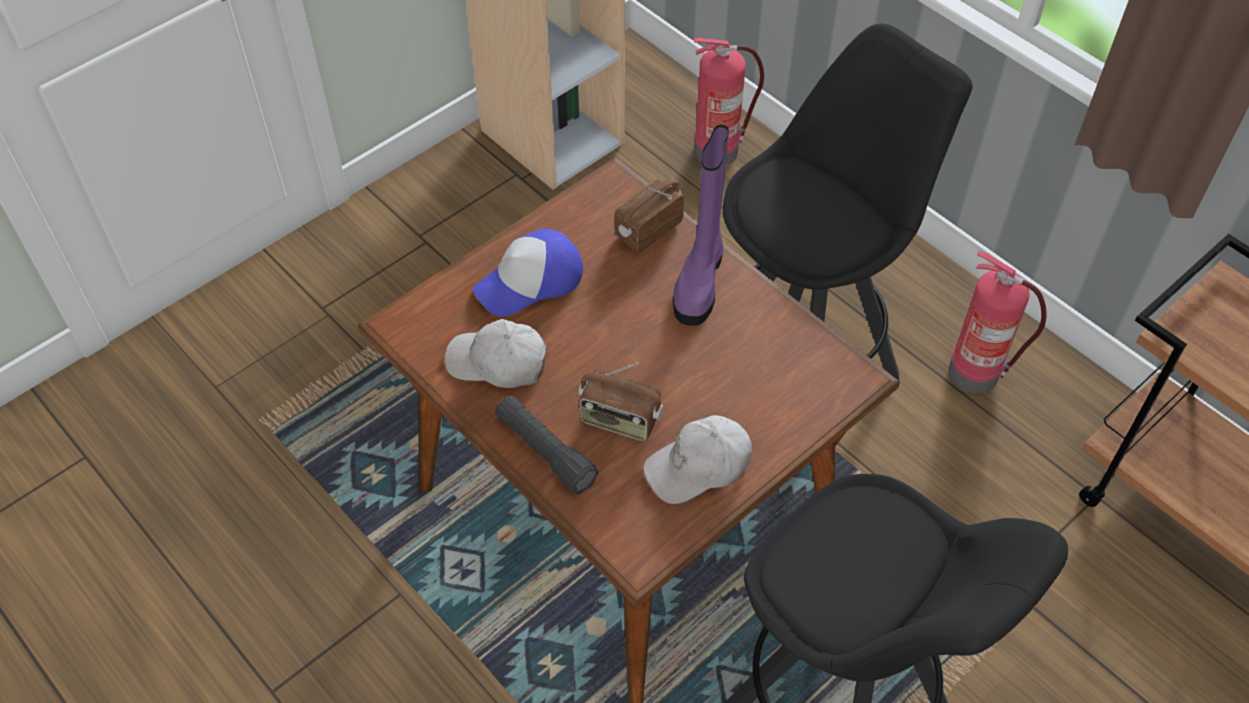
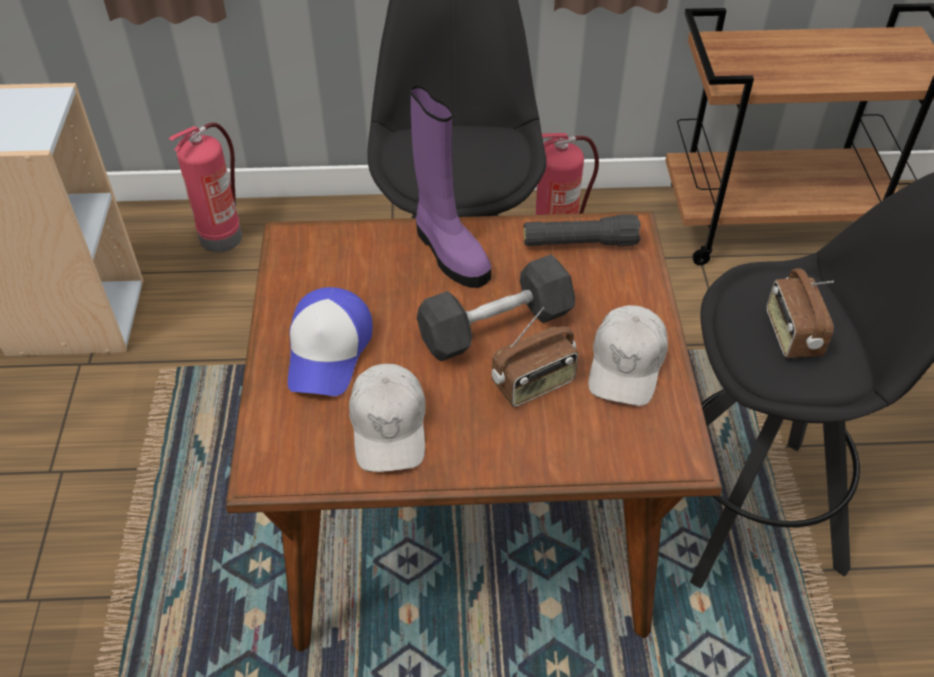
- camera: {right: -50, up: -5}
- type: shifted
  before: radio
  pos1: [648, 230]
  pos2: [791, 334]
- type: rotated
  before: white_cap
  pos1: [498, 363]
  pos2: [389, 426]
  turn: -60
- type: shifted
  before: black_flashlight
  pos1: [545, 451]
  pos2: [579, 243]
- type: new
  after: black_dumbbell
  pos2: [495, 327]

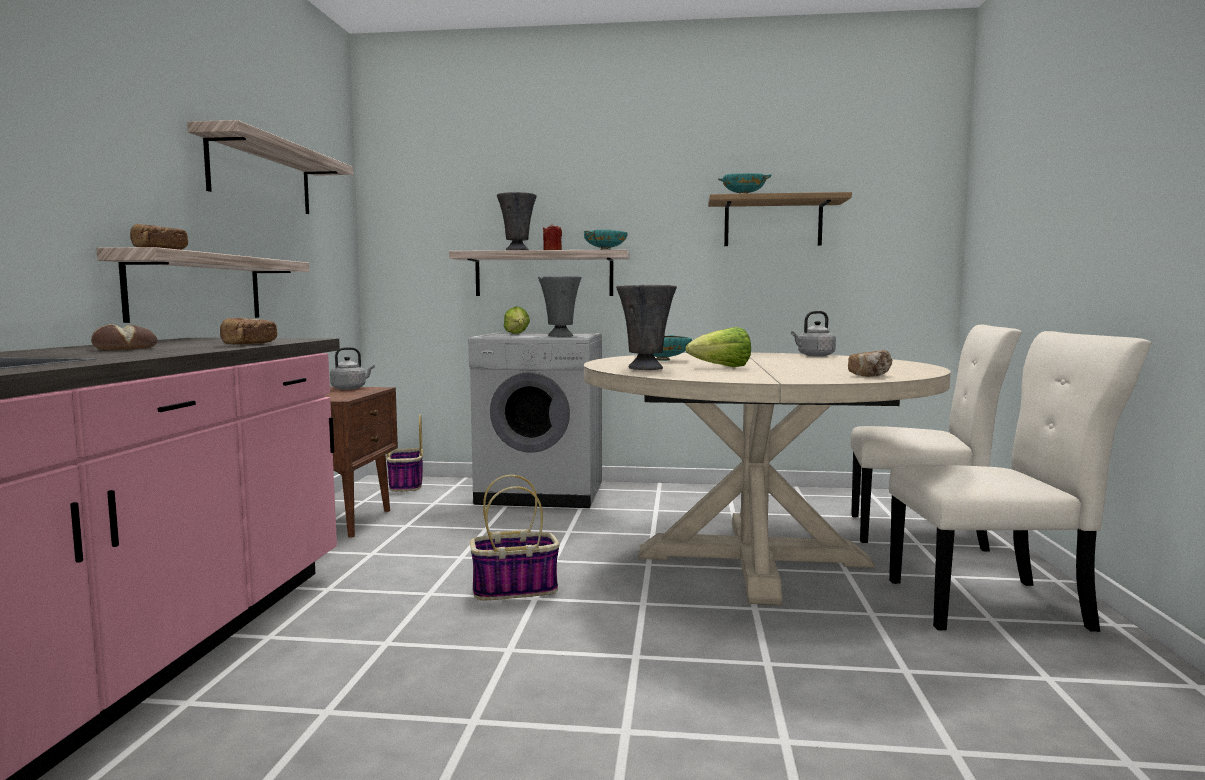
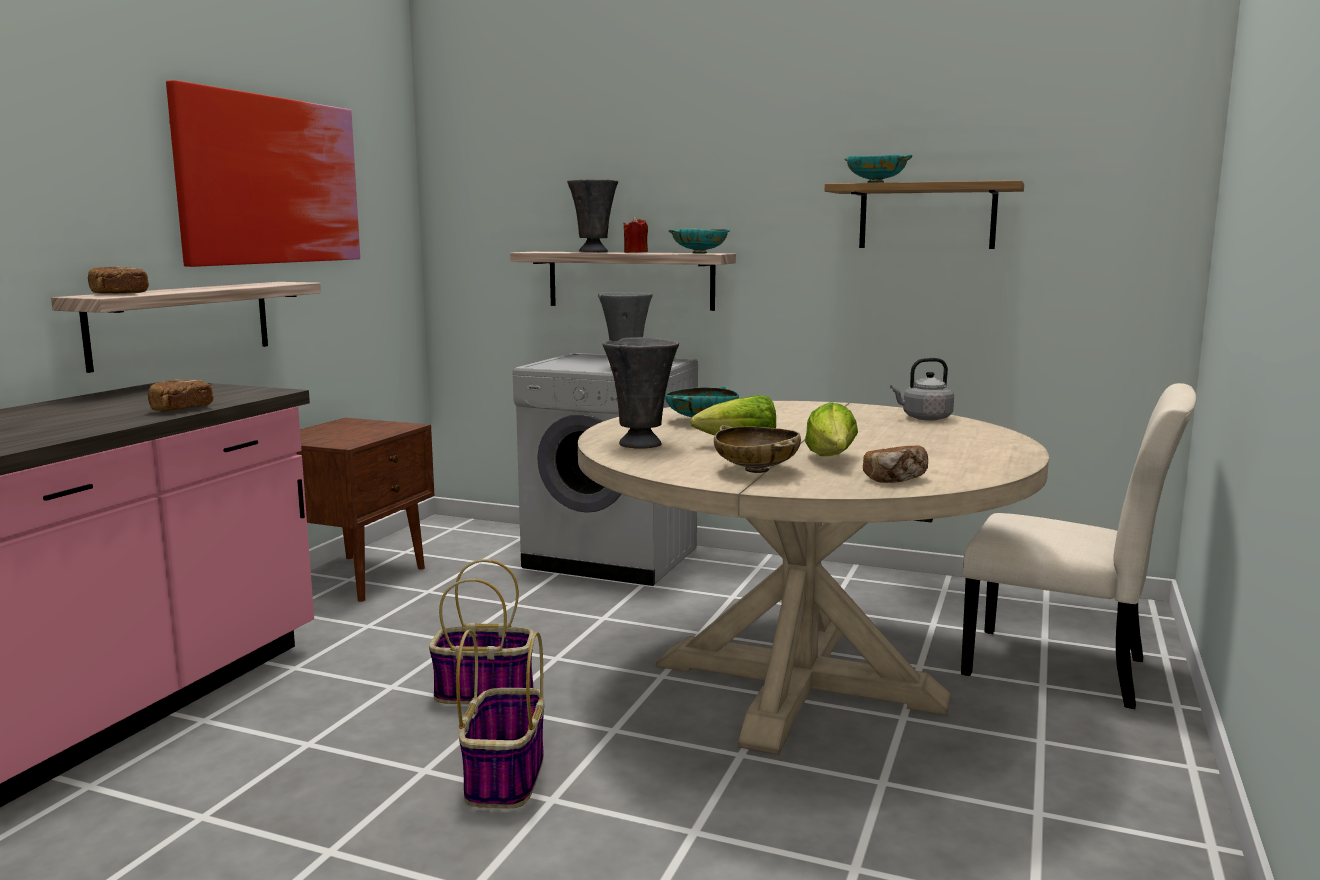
- camera: {right: 15, up: 5}
- type: swapped
  before: shelf
  after: picture
  pos1: [261, 175]
  pos2: [270, 181]
- type: shifted
  before: lettuce
  pos1: [517, 334]
  pos2: [831, 460]
- type: gone
  before: bread
  pos1: [125, 348]
- type: gone
  before: beige_chair
  pos1: [995, 605]
- type: gone
  before: grey_kettle
  pos1: [350, 388]
- type: shifted
  before: basket
  pos1: [406, 484]
  pos2: [505, 776]
- type: new
  after: beige_bowl
  pos2: [756, 470]

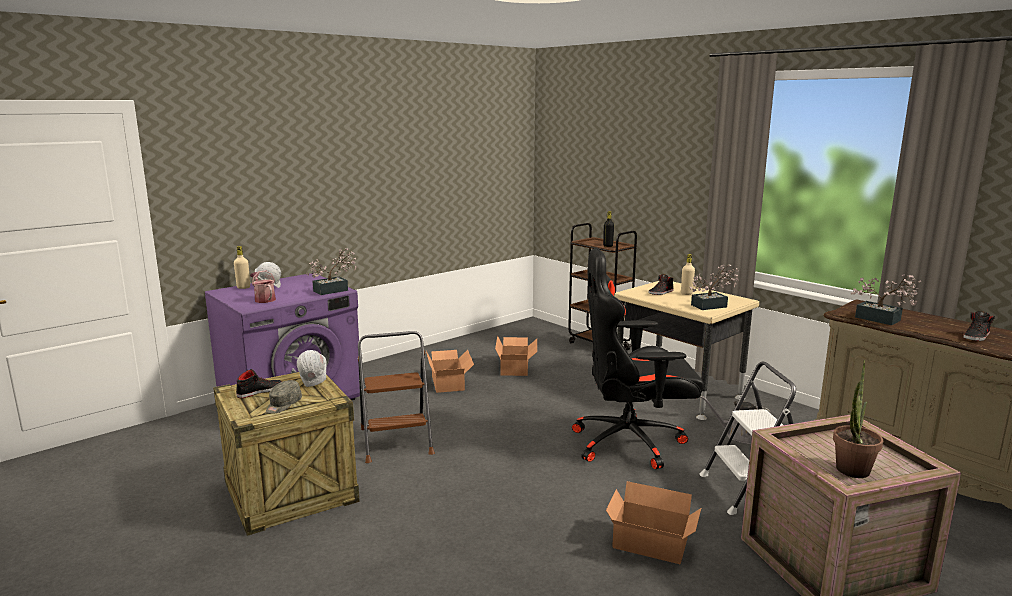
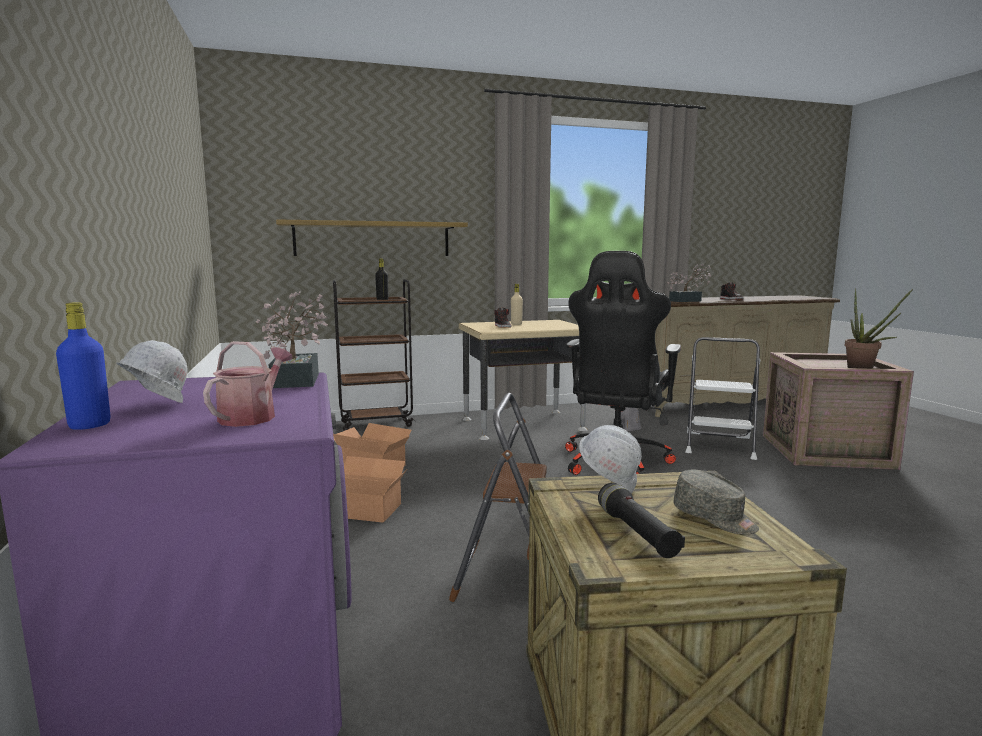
- camera: {right: -65, up: -5}
- type: repainted
  before: beige_bottle
  after: blue_bottle
  pos1: [243, 287]
  pos2: [90, 425]
- type: gone
  before: potted_plant
  pos1: [712, 306]
- type: rotated
  before: watering_can
  pos1: [264, 299]
  pos2: [252, 416]
  turn: 120
- type: swapped
  before: black_shoe
  after: black_flashlight
  pos1: [259, 391]
  pos2: [636, 533]
- type: gone
  before: cardboard_box
  pos1: [651, 545]
- type: new
  after: shelf
  pos2: [373, 239]

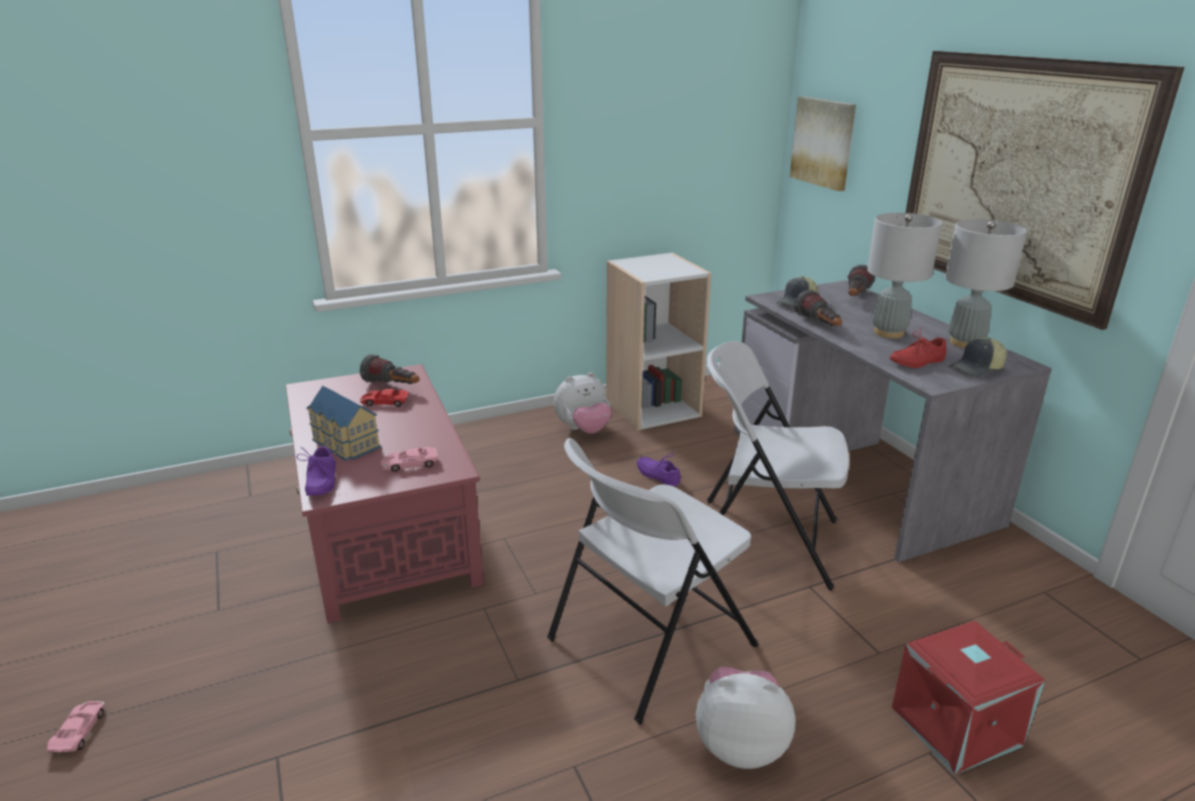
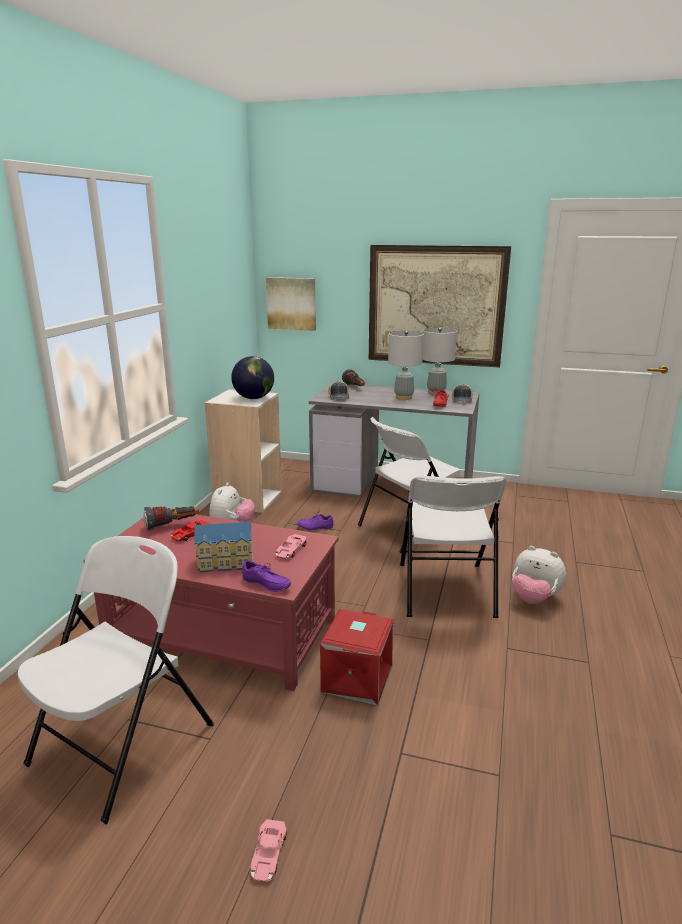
- camera: {right: -50, up: -5}
- type: gone
  before: flashlight
  pos1: [819, 326]
- type: shifted
  before: red_storage_box
  pos1: [954, 724]
  pos2: [356, 678]
- type: rotated
  before: plush_toy
  pos1: [740, 744]
  pos2: [534, 599]
  turn: -105
- type: rotated
  before: pink_toy_car
  pos1: [79, 730]
  pos2: [268, 854]
  turn: -120
- type: new
  after: globe
  pos2: [254, 398]
- type: new
  after: white_chair
  pos2: [123, 744]

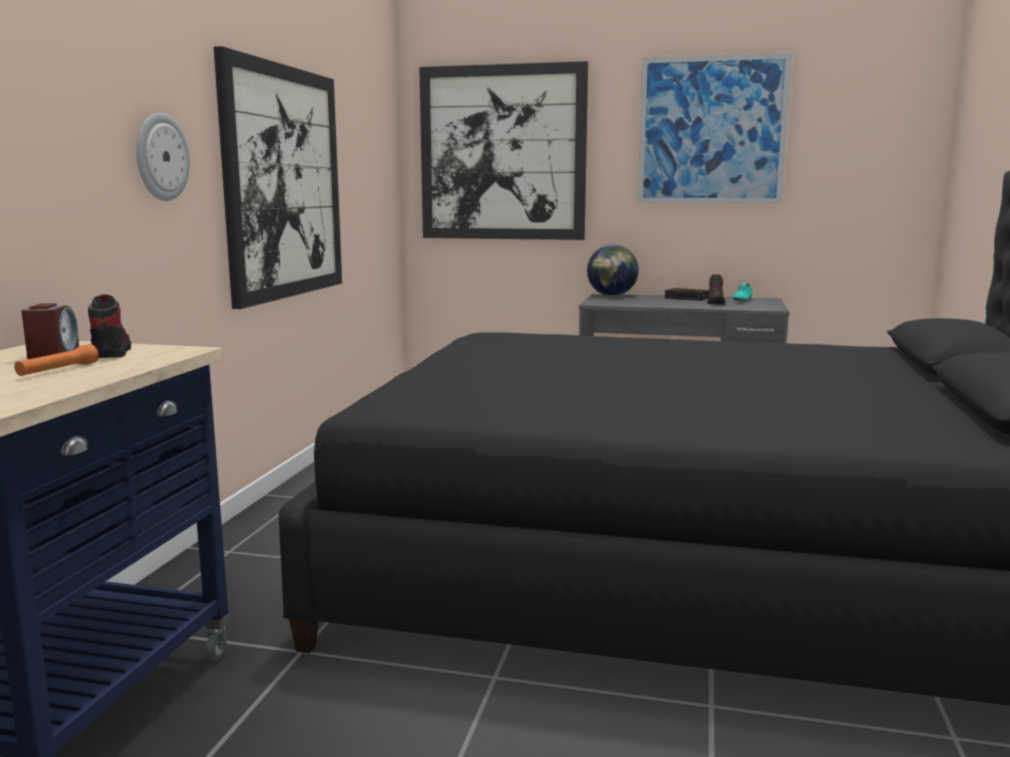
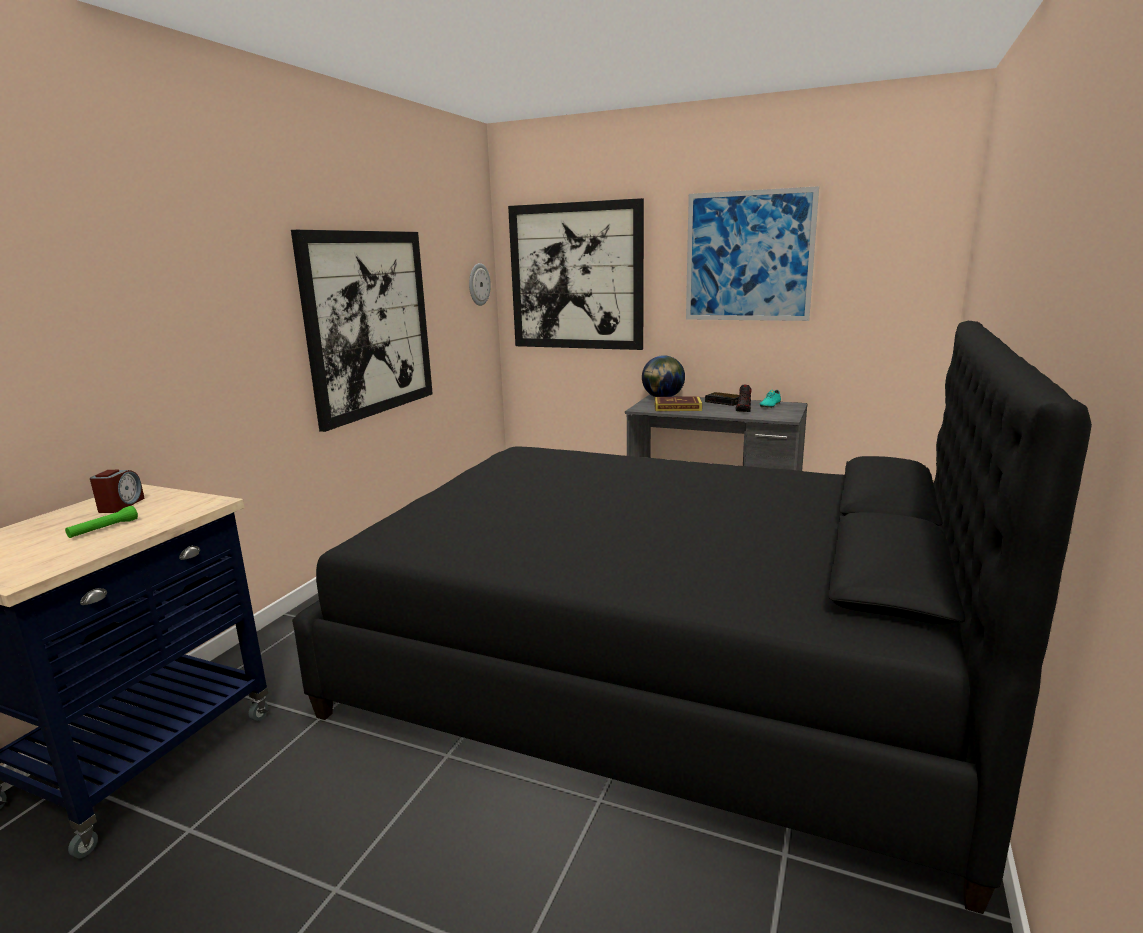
- camera: {right: 10, up: 5}
- type: shifted
  before: wall_clock
  pos1: [161, 157]
  pos2: [478, 284]
- type: gone
  before: shoe
  pos1: [110, 352]
- type: repainted
  before: orange_flashlight
  after: green_flashlight
  pos1: [58, 370]
  pos2: [103, 529]
- type: new
  after: book
  pos2: [677, 407]

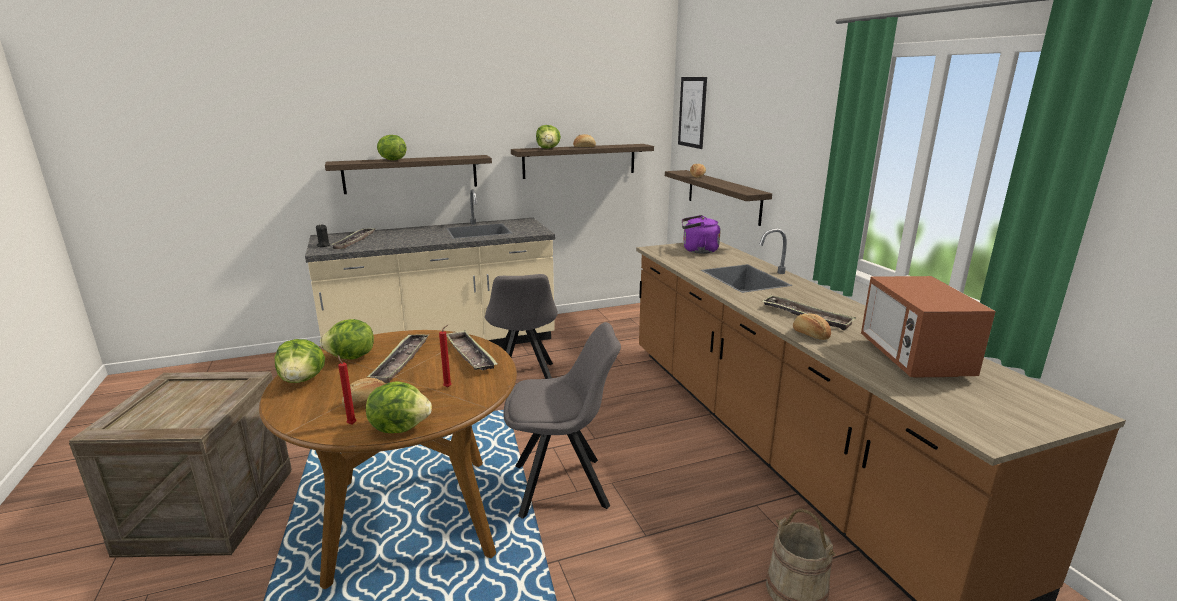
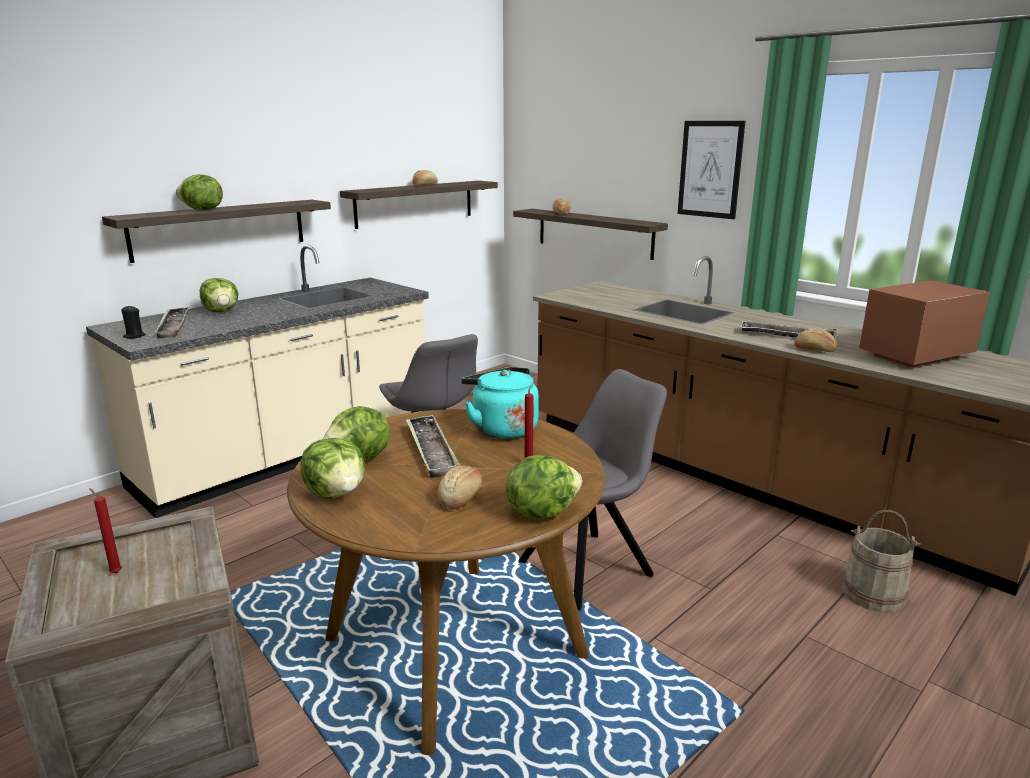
- camera: {right: -25, up: 0}
- type: shifted
  before: picture
  pos1: [692, 112]
  pos2: [710, 169]
- type: shifted
  before: lettuce
  pos1: [548, 148]
  pos2: [222, 311]
- type: gone
  before: purple_kettle
  pos1: [697, 250]
- type: rotated
  before: microwave
  pos1: [913, 359]
  pos2: [915, 356]
  turn: 90
- type: swapped
  before: tray
  after: turquoise_kettle
  pos1: [470, 355]
  pos2: [501, 429]
- type: shifted
  before: red_candle
  pos1: [351, 423]
  pos2: [115, 572]

